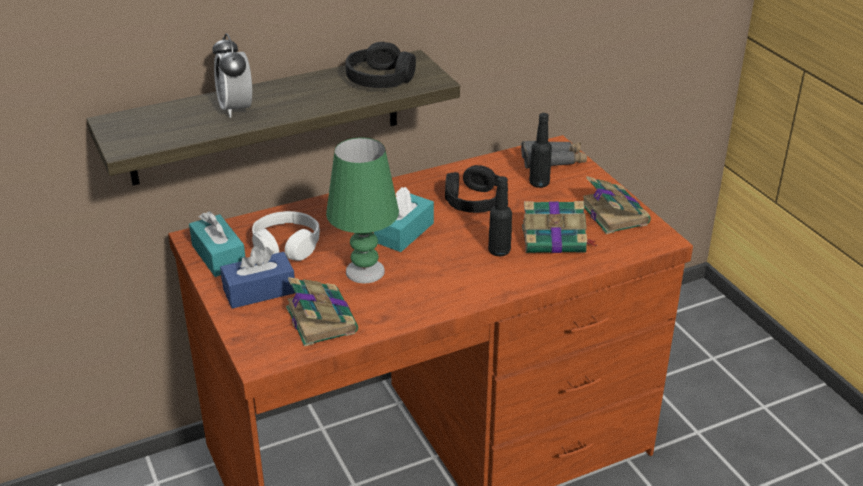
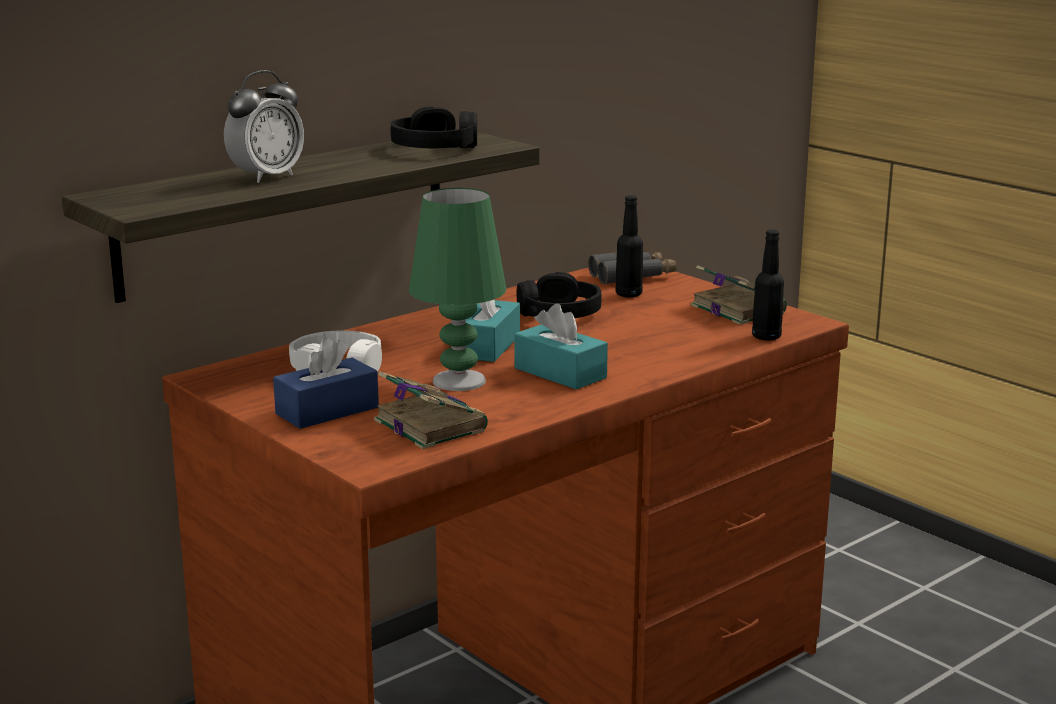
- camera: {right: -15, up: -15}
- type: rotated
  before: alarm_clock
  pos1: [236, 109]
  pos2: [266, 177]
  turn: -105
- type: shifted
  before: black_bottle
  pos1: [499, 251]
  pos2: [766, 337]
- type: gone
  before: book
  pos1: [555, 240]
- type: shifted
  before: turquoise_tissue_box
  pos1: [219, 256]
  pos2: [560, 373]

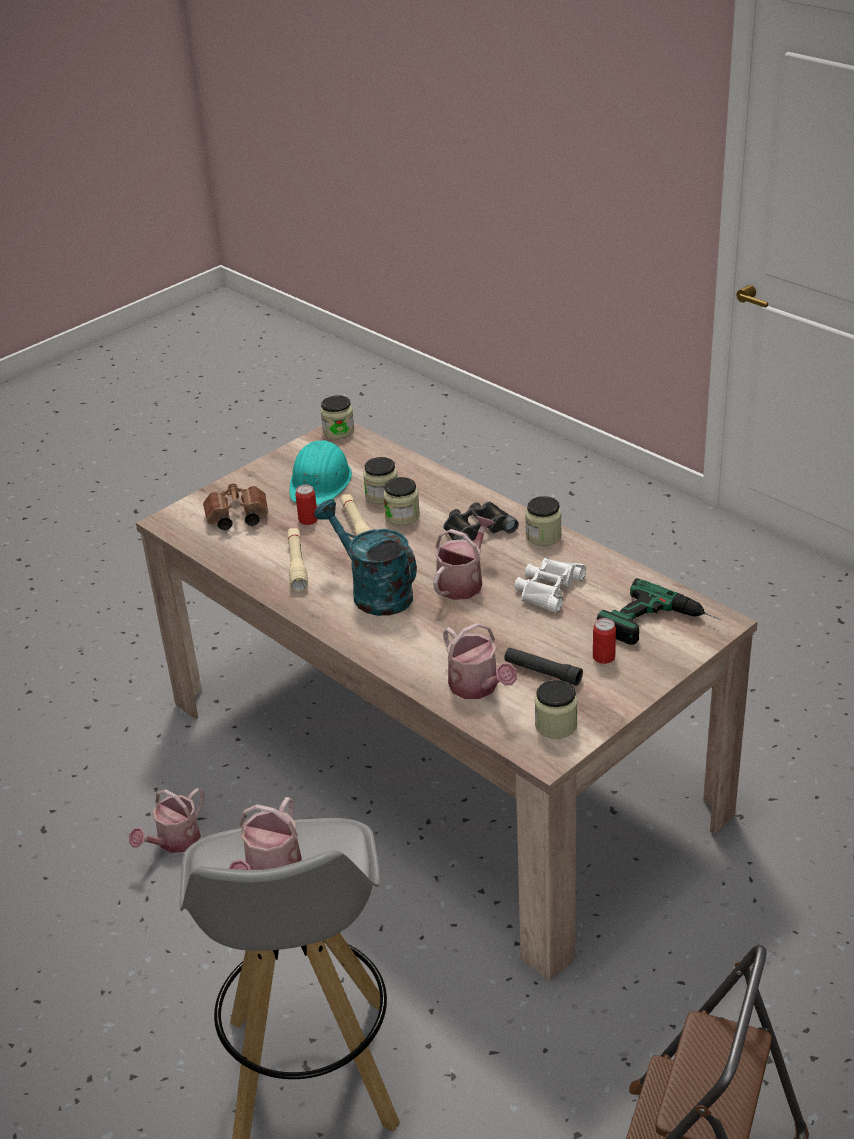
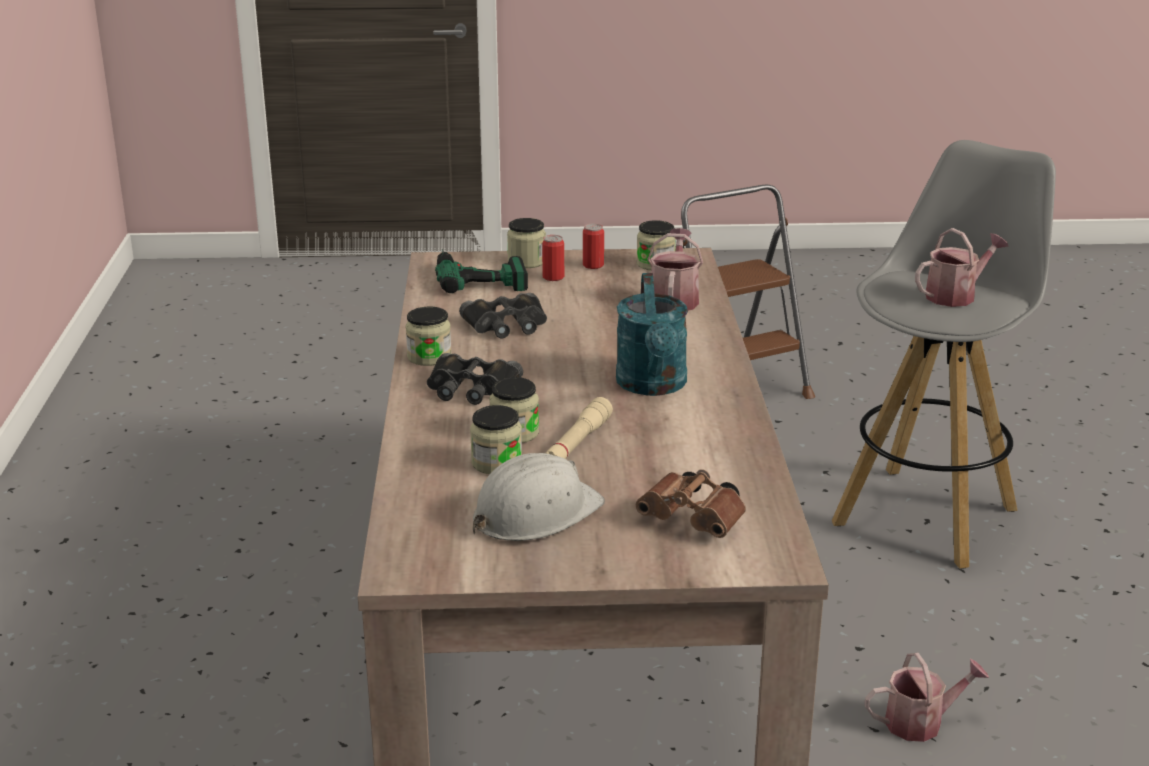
- camera: {right: -140, up: -10}
- type: shifted
  before: jar
  pos1: [338, 431]
  pos2: [526, 261]
- type: repainted
  before: turquoise_hard_hat
  after: white_hard_hat
  pos1: [320, 482]
  pos2: [535, 513]
- type: shifted
  before: can
  pos1: [308, 520]
  pos2: [593, 265]
- type: gone
  before: watering_can
  pos1: [463, 582]
- type: gone
  before: beige_flashlight
  pos1: [297, 565]
- type: repainted
  before: white_binoculars
  after: black_binoculars
  pos1: [547, 589]
  pos2: [507, 324]
- type: gone
  before: black_flashlight
  pos1: [542, 672]

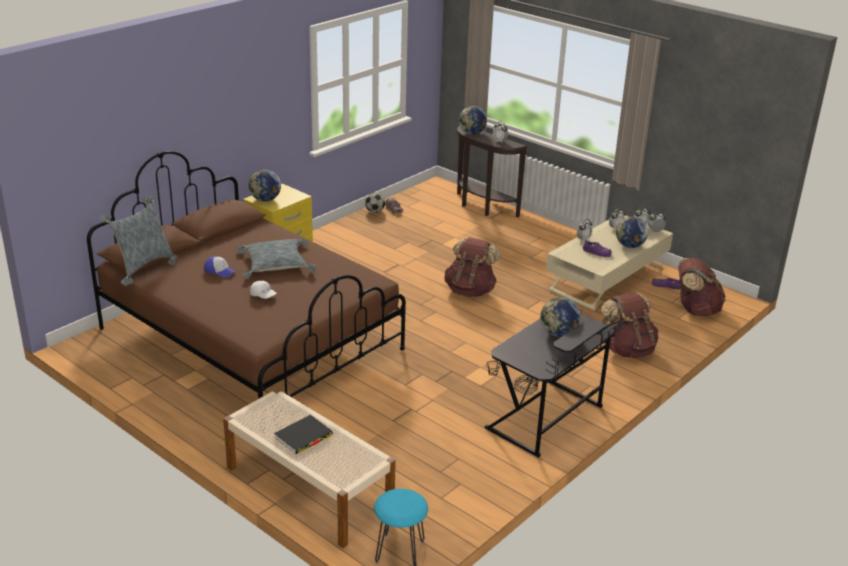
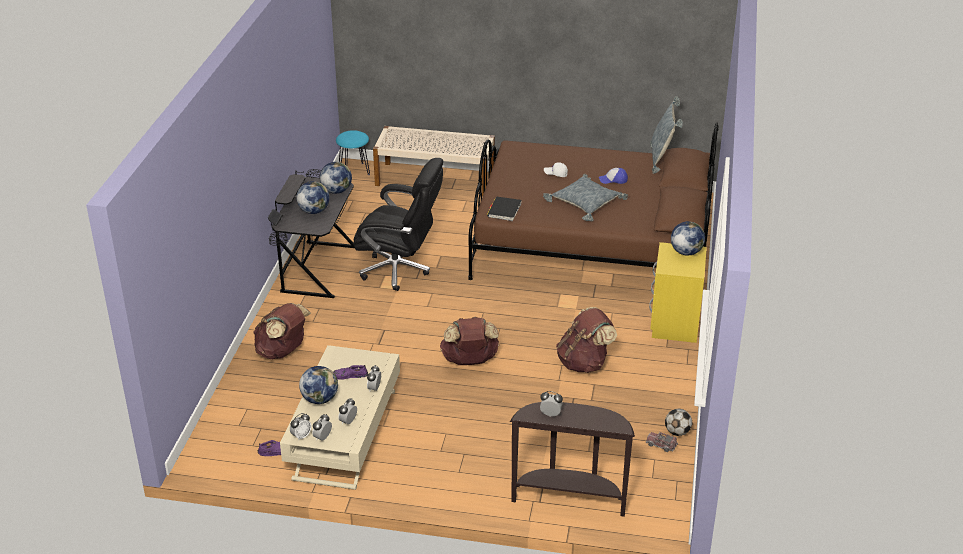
- camera: {right: 150, up: 5}
- type: shifted
  before: globe
  pos1: [472, 133]
  pos2: [336, 191]
- type: shifted
  before: brown_backpack
  pos1: [695, 310]
  pos2: [584, 363]
- type: shifted
  before: black_book
  pos1: [303, 437]
  pos2: [504, 210]
- type: new
  after: black_office_chair
  pos2: [399, 271]

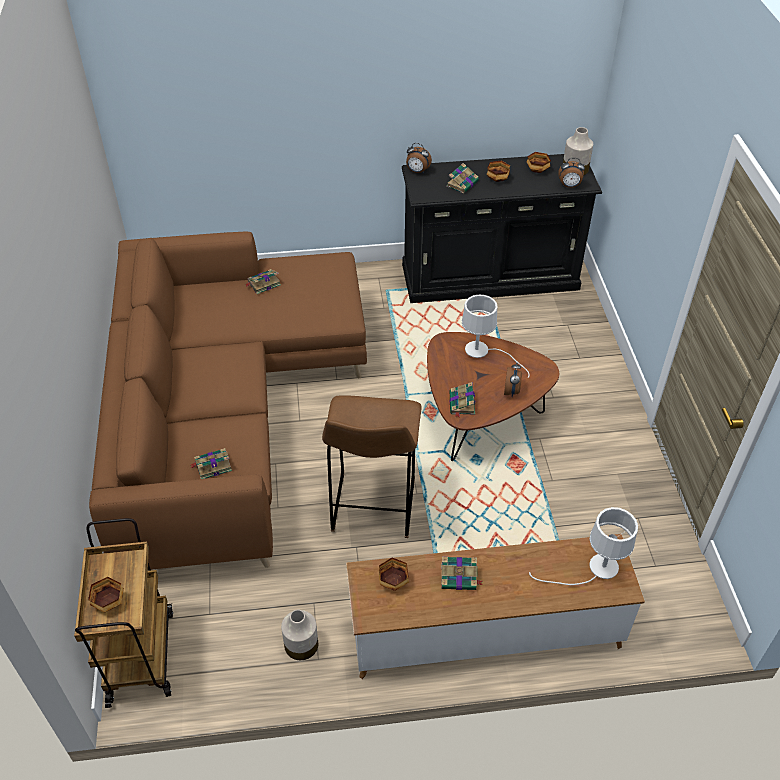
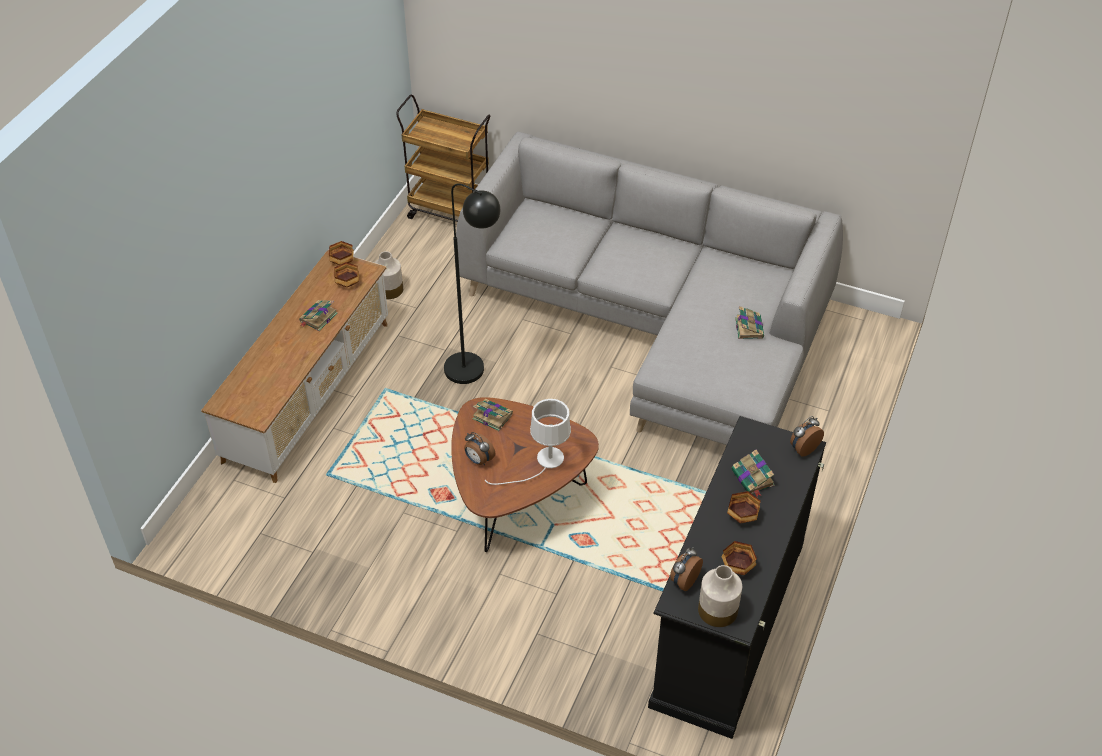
- camera: {right: 120, up: 0}
- type: repainted
  before: brown_sofa
  after: grey_sofa
  pos1: [227, 410]
  pos2: [658, 324]
- type: swapped
  before: brown_stool
  after: black_floor_lamp
  pos1: [372, 508]
  pos2: [474, 375]
- type: gone
  before: book
  pos1: [212, 466]
- type: gone
  before: white_table_lamp
  pos1: [595, 571]
- type: shifted
  before: bowl
  pos1: [108, 601]
  pos2: [343, 261]

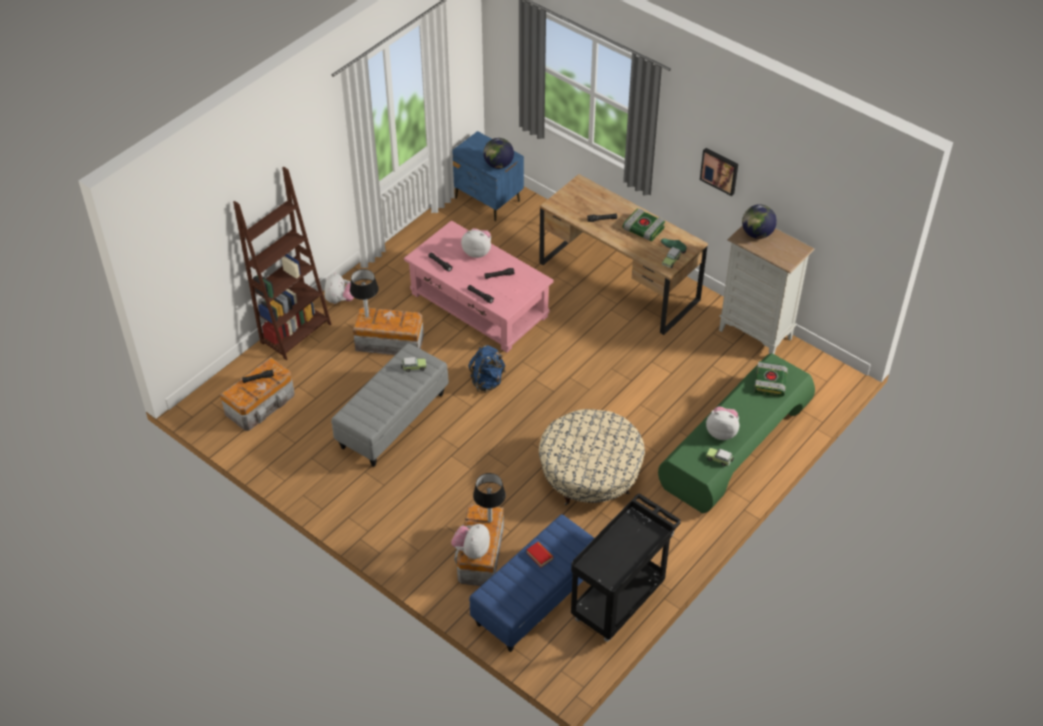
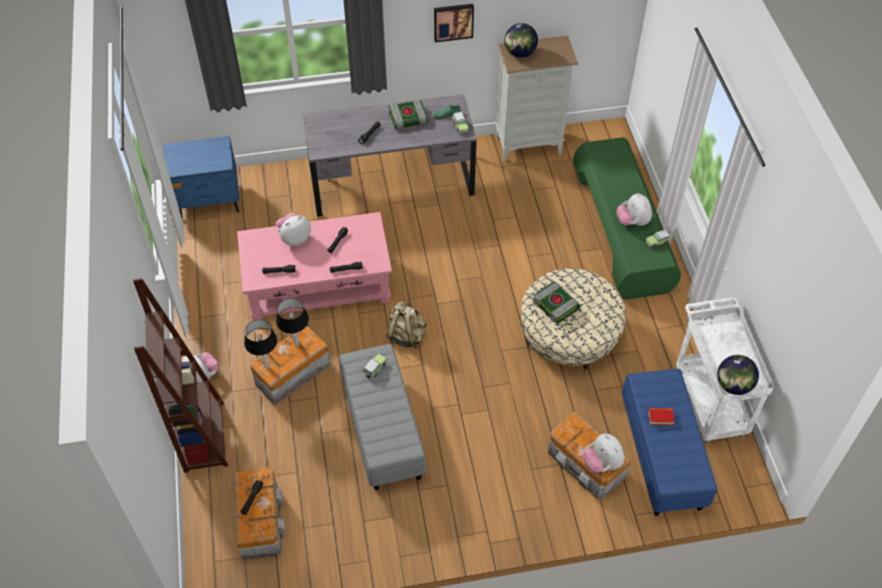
- camera: {right: -50, up: 5}
- type: shifted
  before: globe
  pos1: [498, 164]
  pos2: [733, 385]
- type: repainted
  before: brown_desk
  after: grey_desk
  pos1: [618, 281]
  pos2: [391, 183]
- type: repainted
  before: blue_backpack
  after: beige_backpack
  pos1: [487, 381]
  pos2: [406, 335]
- type: shifted
  before: book
  pos1: [770, 383]
  pos2: [556, 305]
- type: rotated
  before: plush_toy
  pos1: [721, 432]
  pos2: [632, 222]
  turn: -75
- type: shifted
  before: table_lamp
  pos1: [489, 520]
  pos2: [296, 344]
- type: repainted
  before: black_cart
  after: white_cart
  pos1: [621, 600]
  pos2: [707, 400]

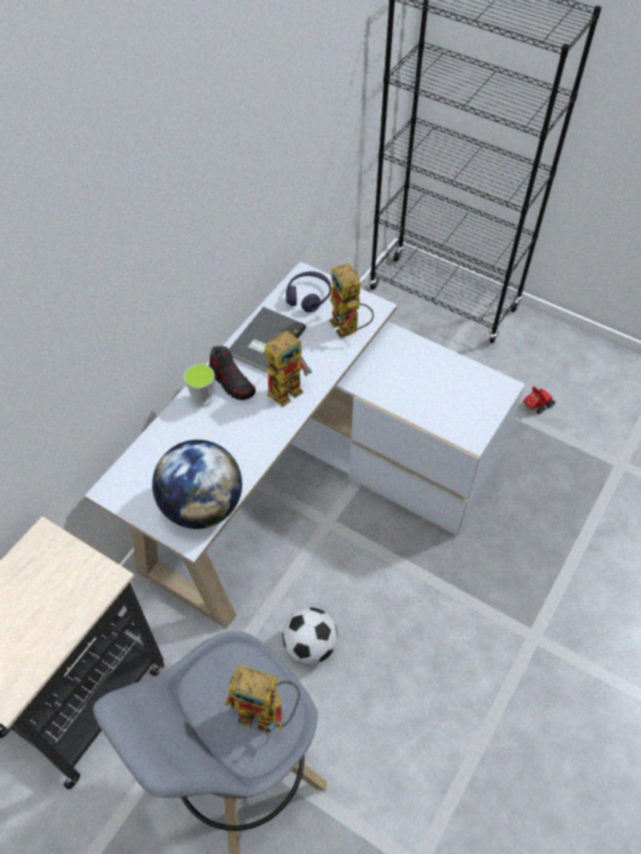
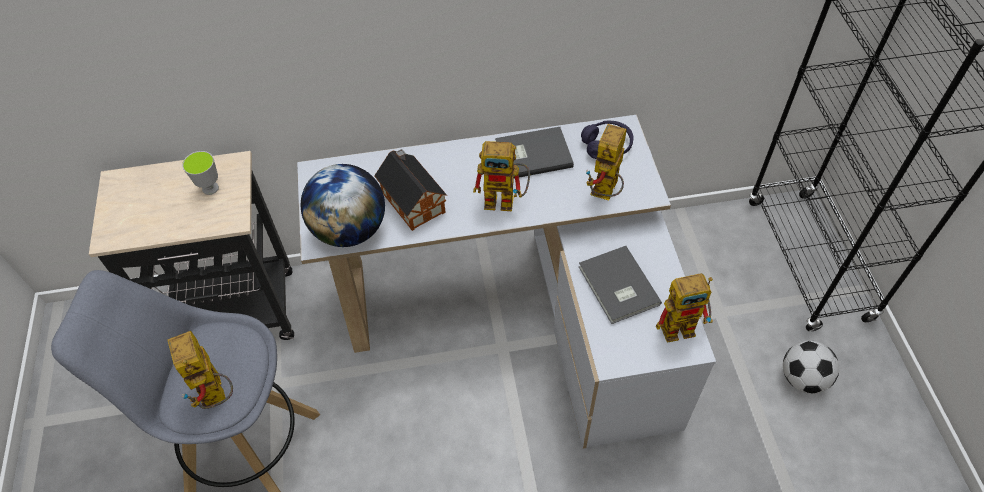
- camera: {right: 50, up: 0}
- type: gone
  before: shoe
  pos1: [232, 382]
- type: shifted
  before: cup
  pos1: [203, 400]
  pos2: [210, 188]
- type: gone
  before: toy_car
  pos1: [535, 406]
- type: shifted
  before: football
  pos1: [310, 645]
  pos2: [803, 378]
- type: new
  after: toy_house
  pos2: [412, 200]
- type: new
  after: grey_book
  pos2: [617, 287]
- type: new
  after: toy_robot
  pos2: [683, 325]

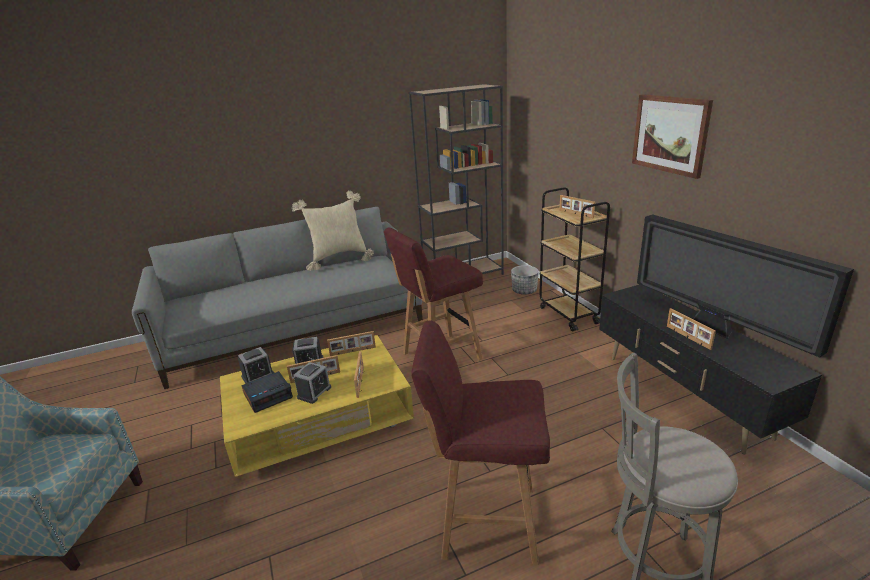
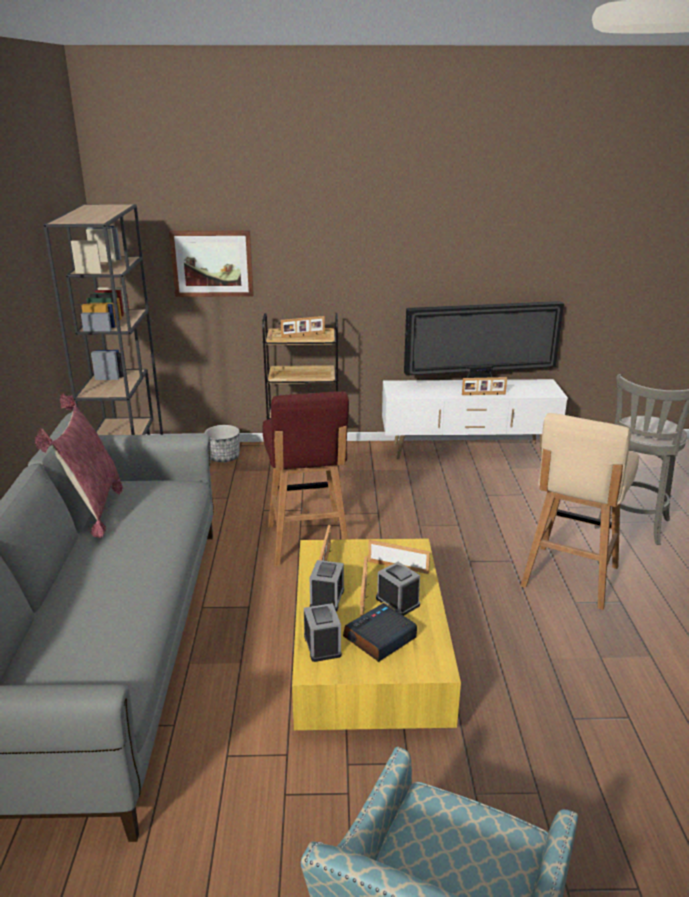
- camera: {right: -70, up: 0}
- type: shifted
  before: picture
  pos1: [670, 134]
  pos2: [212, 263]
- type: repainted
  before: beige_pillow
  after: red_pillow
  pos1: [338, 263]
  pos2: [91, 515]
- type: repainted
  before: black_tv_stand
  after: white_tv_stand
  pos1: [683, 395]
  pos2: [468, 451]
- type: repainted
  before: red_stool
  after: beige_stool
  pos1: [486, 521]
  pos2: [569, 578]
- type: rotated
  before: alarm_clock
  pos1: [268, 395]
  pos2: [379, 639]
  turn: -120

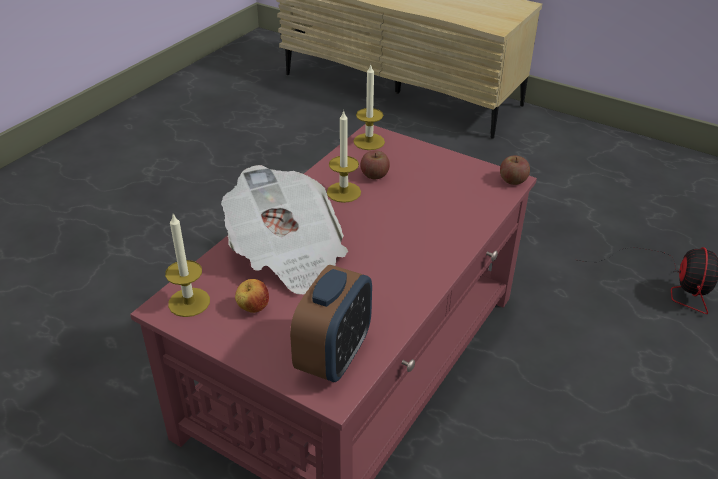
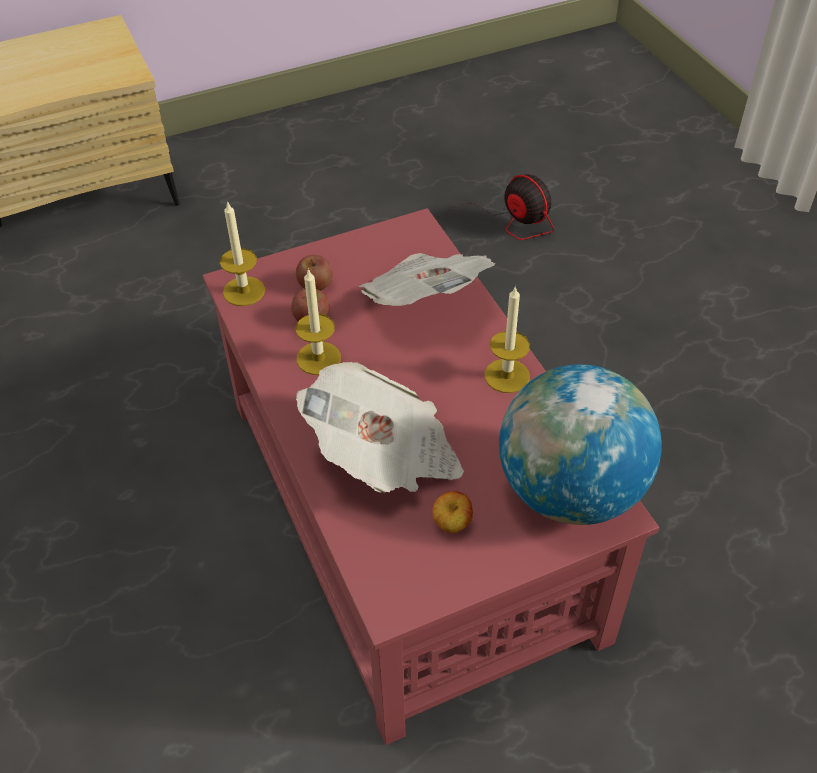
- camera: {right: -55, up: 10}
- type: shifted
  before: apple
  pos1: [513, 180]
  pos2: [315, 285]
- type: shifted
  before: candle
  pos1: [189, 302]
  pos2: [507, 376]
- type: swapped
  before: alarm_clock
  after: globe
  pos1: [334, 356]
  pos2: [569, 490]
- type: new
  after: newspaper
  pos2: [424, 302]

